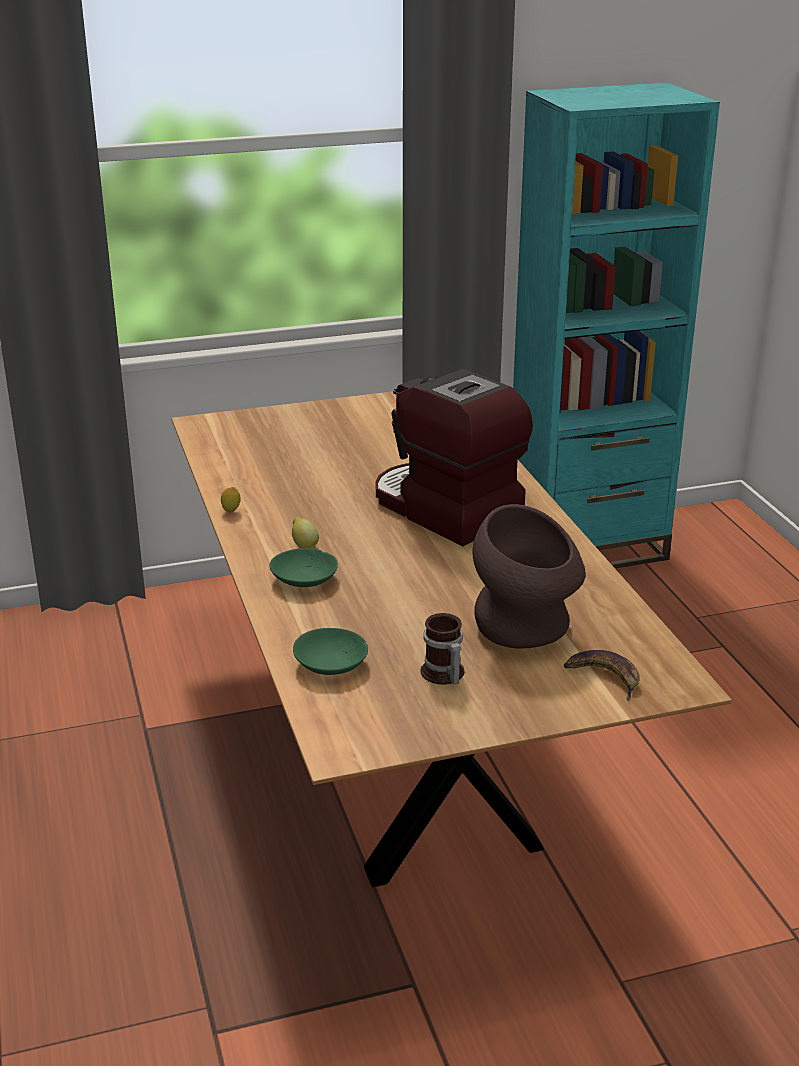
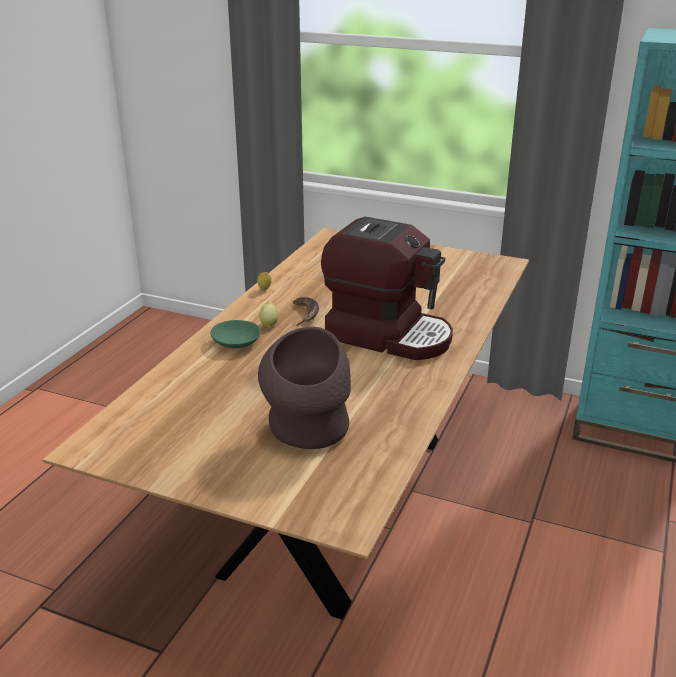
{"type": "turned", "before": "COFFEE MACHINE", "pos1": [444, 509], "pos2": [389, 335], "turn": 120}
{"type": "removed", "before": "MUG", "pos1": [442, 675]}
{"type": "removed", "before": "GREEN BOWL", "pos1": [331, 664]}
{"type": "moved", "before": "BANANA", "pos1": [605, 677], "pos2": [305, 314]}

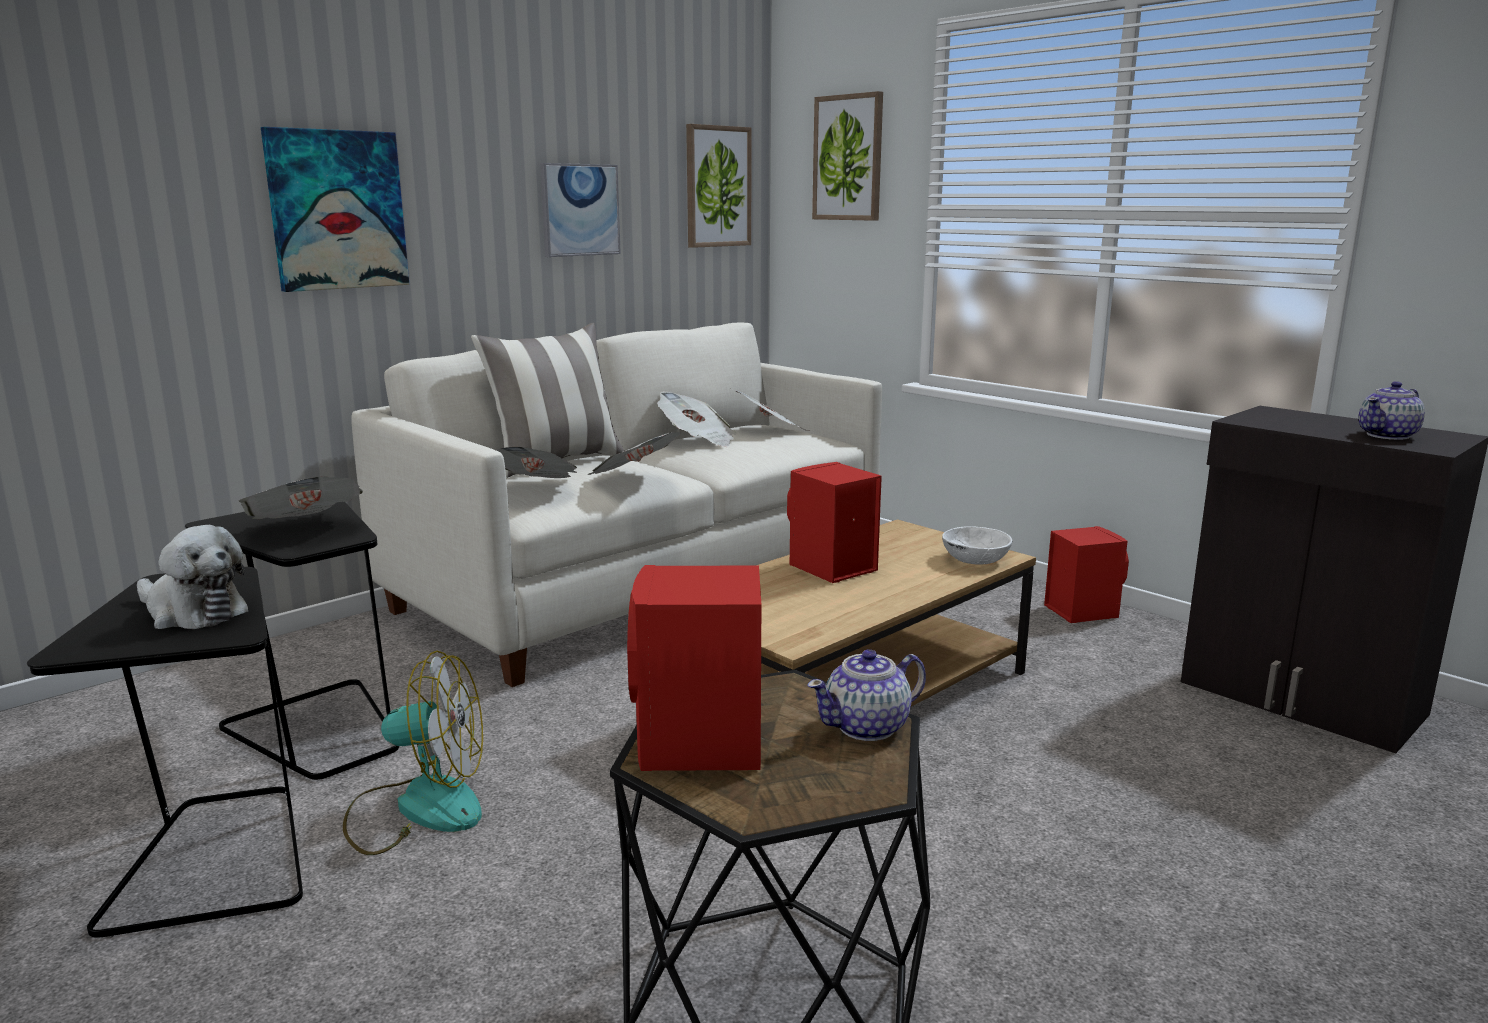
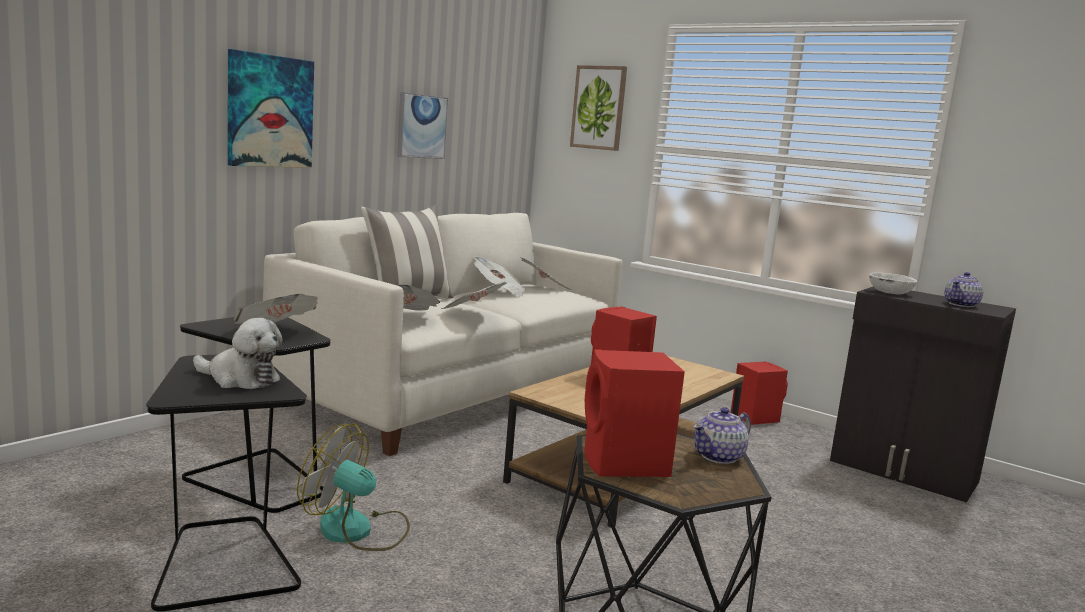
{"type": "removed", "before": "PICTURE", "pos1": [717, 187]}
{"type": "moved", "before": "WHITE BOWL", "pos1": [974, 560], "pos2": [889, 292]}
{"type": "turned", "before": "FAN", "pos1": [418, 808], "pos2": [357, 531], "turn": -150}

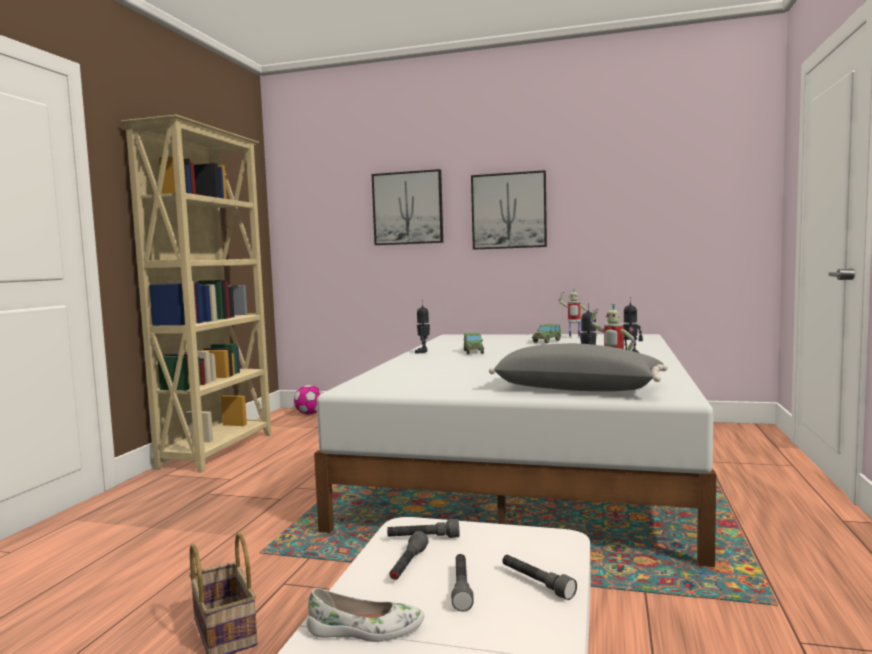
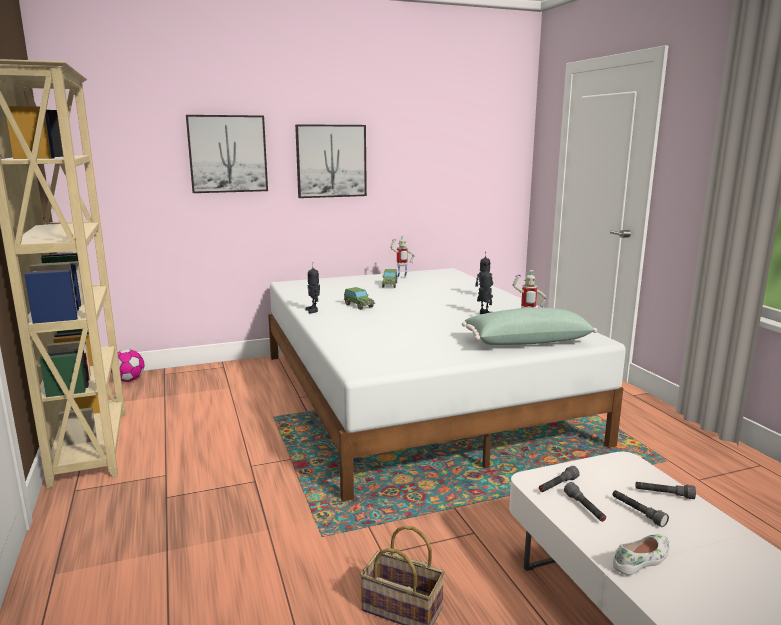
{"type": "recoloured", "before": "GREY PILLOW", "after": "GREEN PILLOW", "pos1": [578, 389], "pos2": [526, 341]}

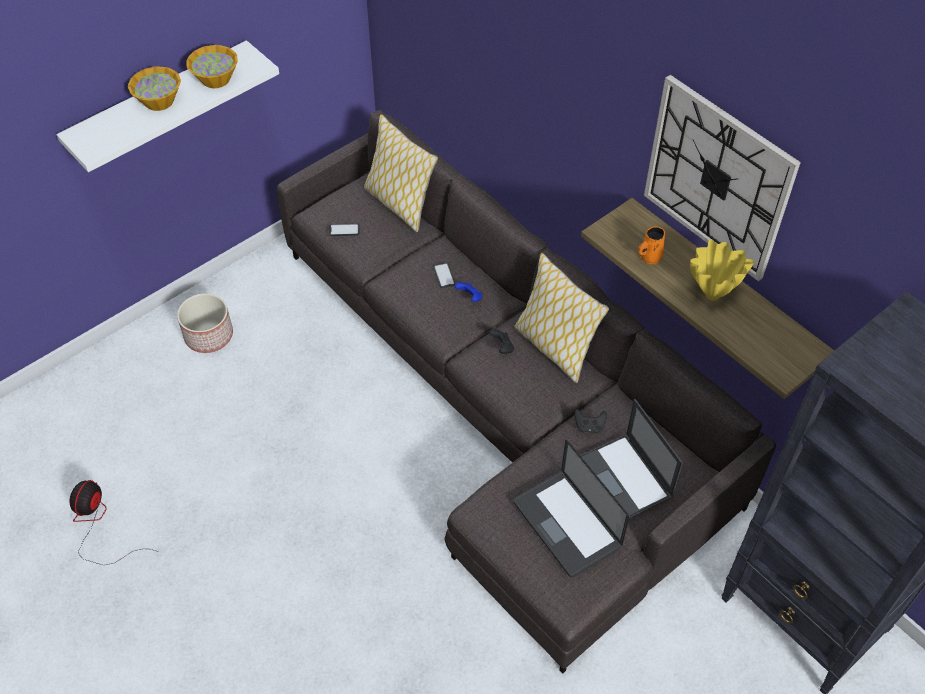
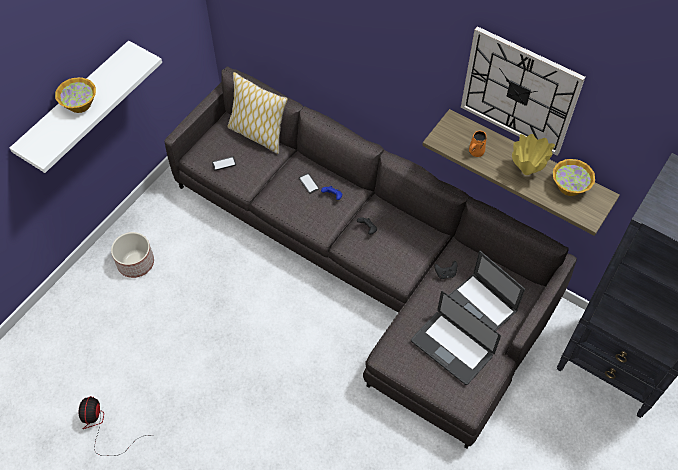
{"type": "moved", "before": "BOWL", "pos1": [215, 79], "pos2": [569, 186]}
{"type": "removed", "before": "PILLOW", "pos1": [554, 347]}

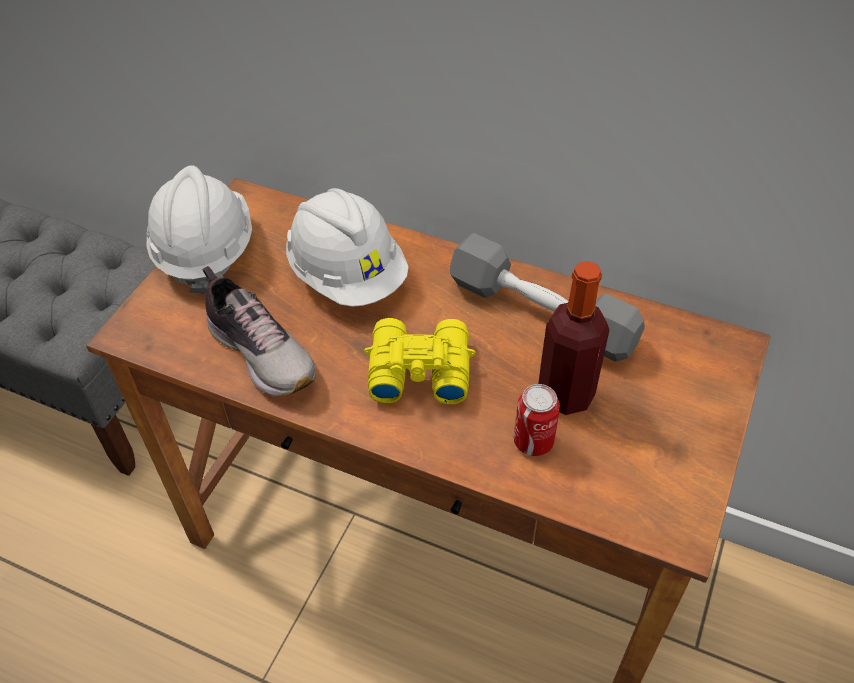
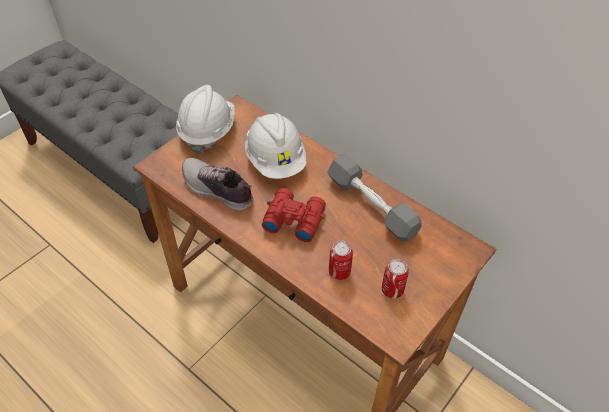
{"type": "removed", "before": "BOTTLE", "pos1": [565, 394]}
{"type": "turned", "before": "SHOE", "pos1": [262, 352], "pos2": [217, 191], "turn": 150}
{"type": "recoloured", "before": "YELLOW BINOCULARS", "after": "RED BINOCULARS", "pos1": [417, 369], "pos2": [293, 219]}
{"type": "added", "after": "CAN", "pos2": [392, 290]}

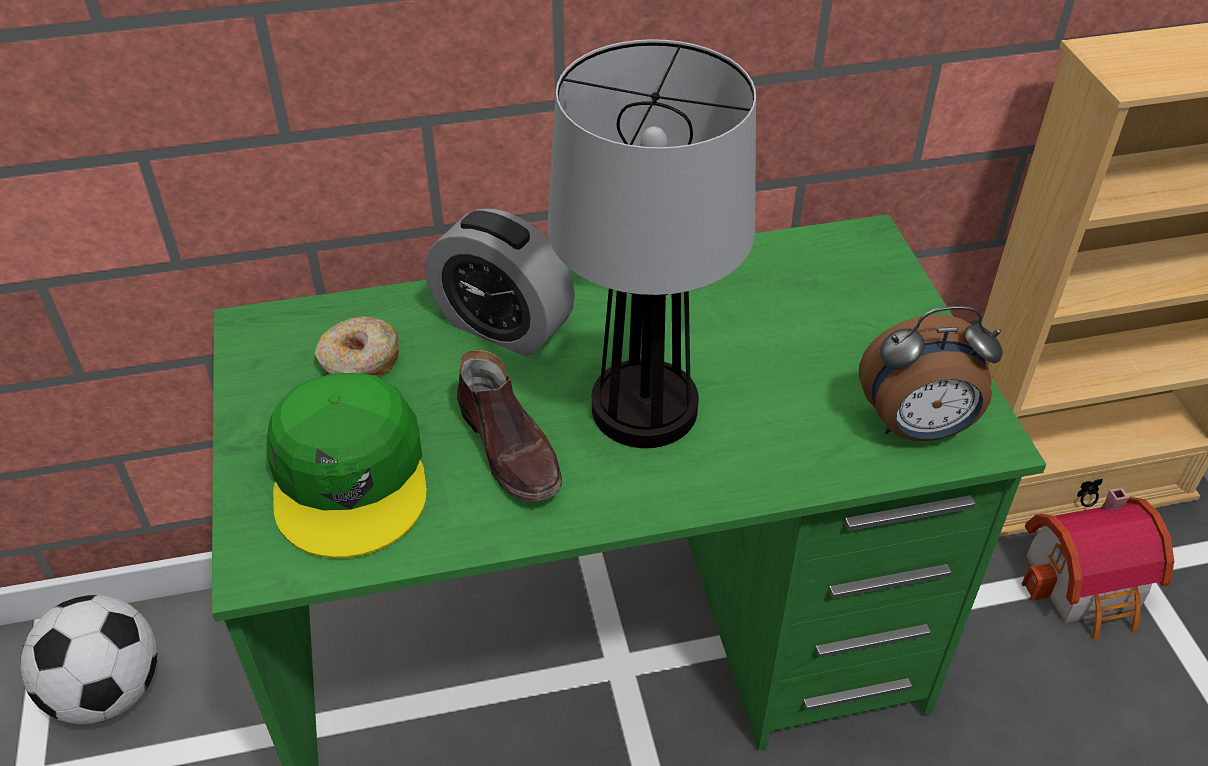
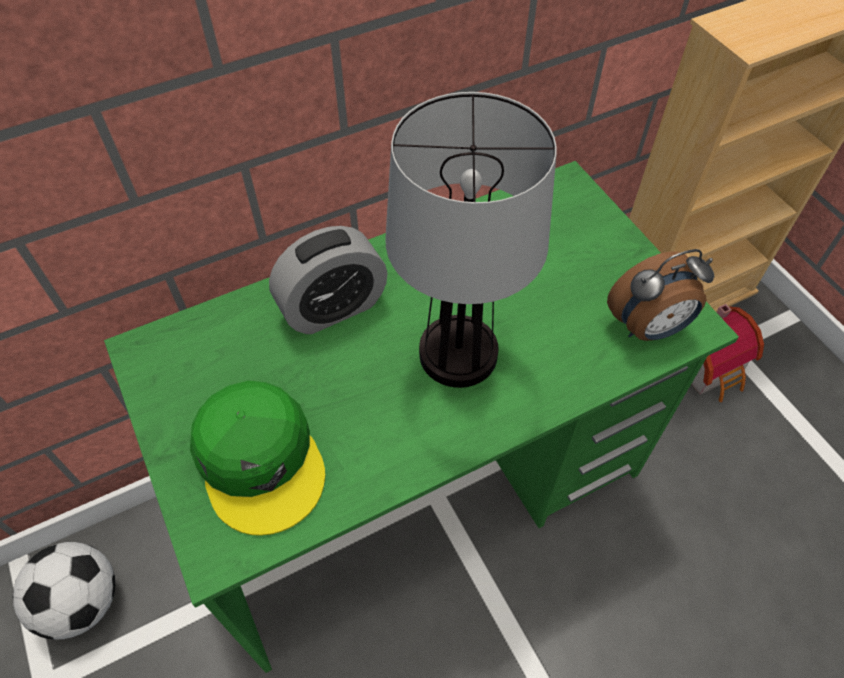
{"type": "turned", "before": "ALARM CLOCK", "pos1": [502, 326], "pos2": [333, 307], "turn": -45}
{"type": "removed", "before": "DONUT", "pos1": [359, 361]}
{"type": "removed", "before": "BROWN SHOE", "pos1": [510, 448]}

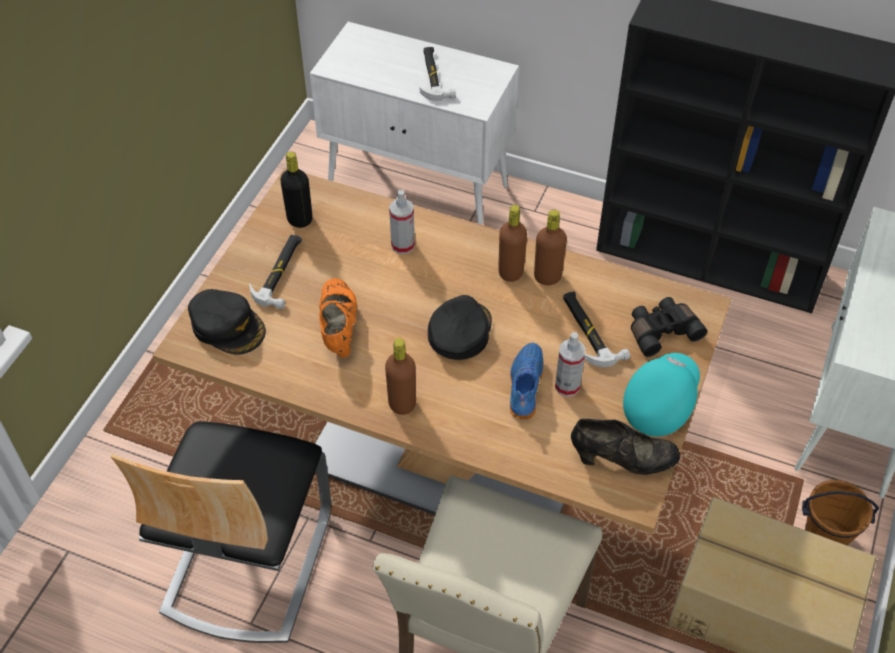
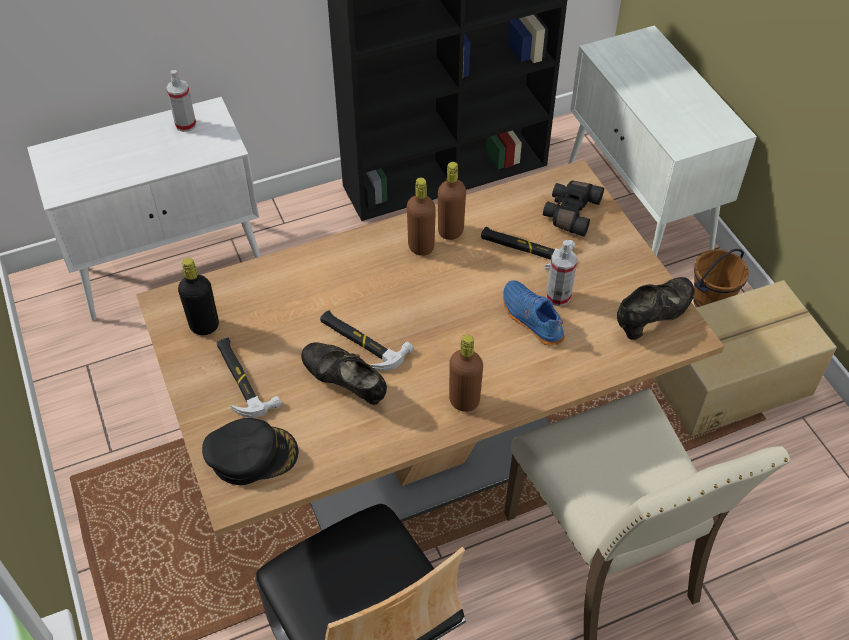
{"type": "moved", "before": "HAMMER", "pos1": [434, 76], "pos2": [362, 341]}
{"type": "moved", "before": "SPRAY BOTTLE", "pos1": [403, 245], "pos2": [185, 125]}
{"type": "recoloured", "before": "ORANGE SHOE", "after": "BLACK SHOE", "pos1": [338, 328], "pos2": [345, 384]}
{"type": "removed", "before": "BLACK CAP", "pos1": [459, 331]}
{"type": "removed", "before": "TURQUOISE CAP", "pos1": [659, 402]}

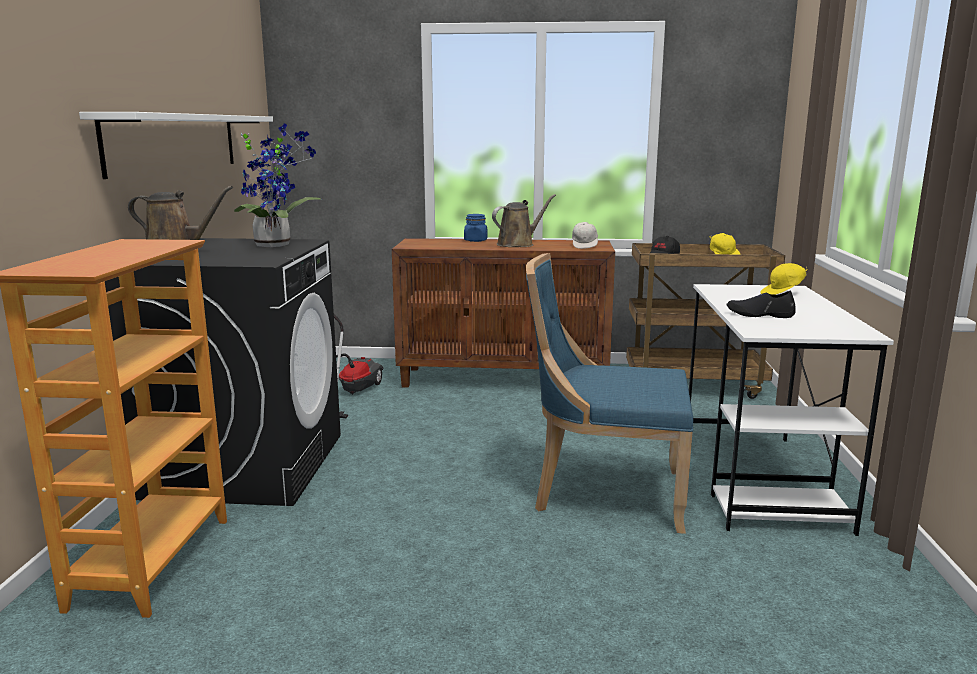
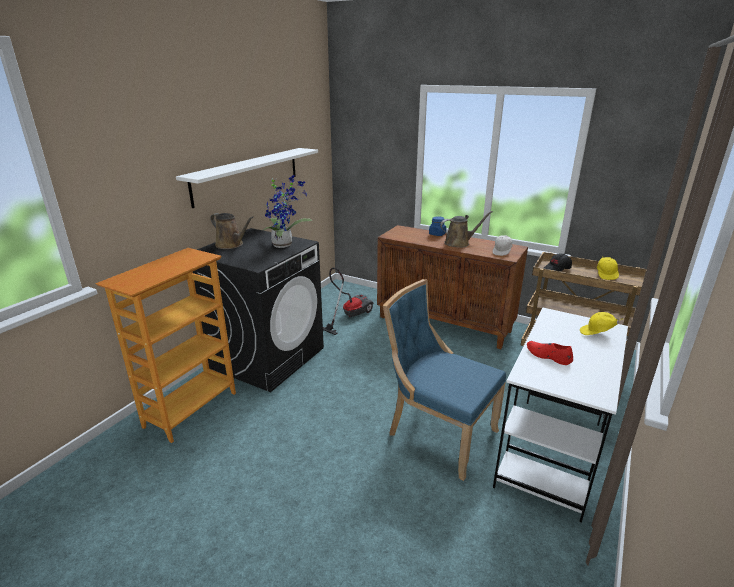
{"type": "recoloured", "before": "BLACK SHOE", "after": "RED SHOE", "pos1": [759, 314], "pos2": [548, 356]}

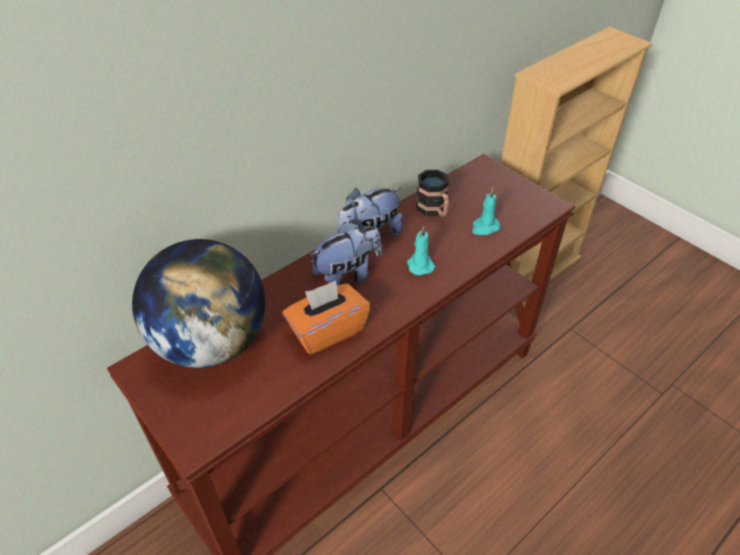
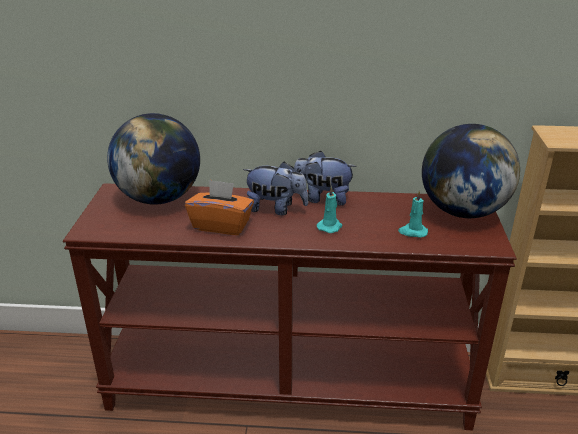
{"type": "removed", "before": "MUG", "pos1": [434, 210]}
{"type": "added", "after": "GLOBE", "pos2": [462, 211]}

